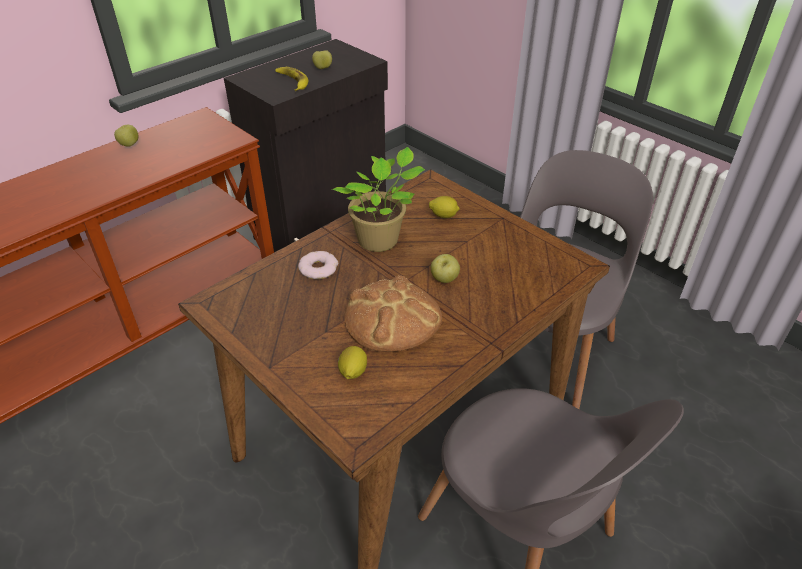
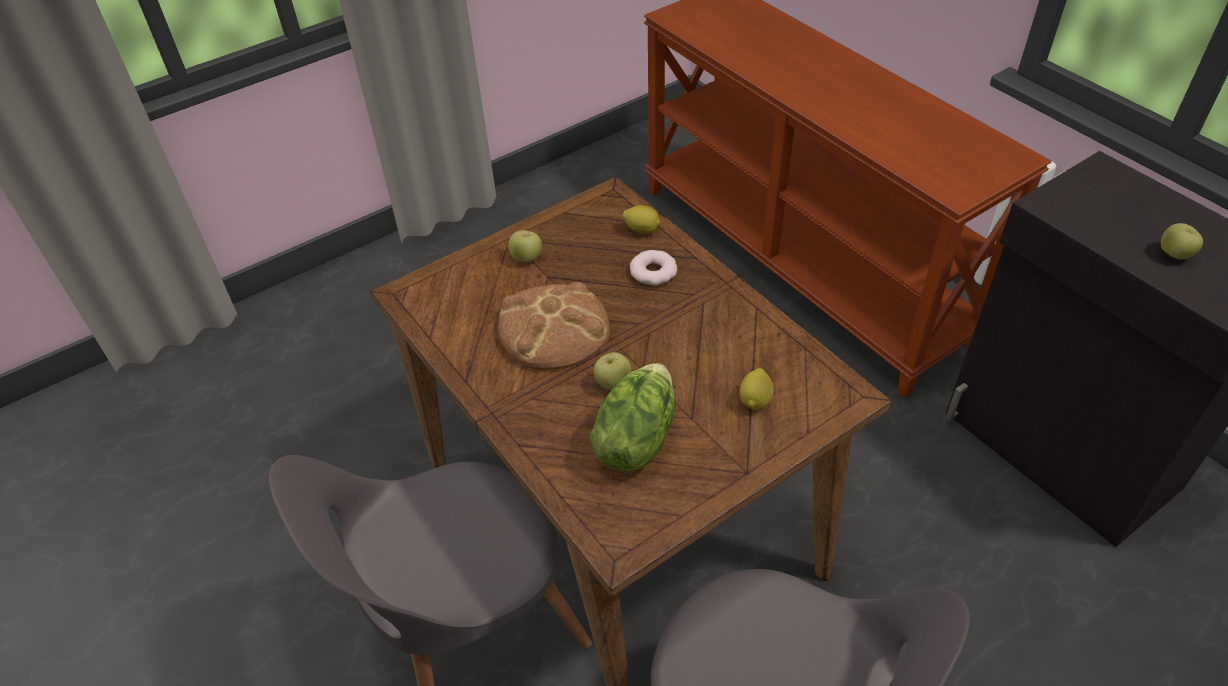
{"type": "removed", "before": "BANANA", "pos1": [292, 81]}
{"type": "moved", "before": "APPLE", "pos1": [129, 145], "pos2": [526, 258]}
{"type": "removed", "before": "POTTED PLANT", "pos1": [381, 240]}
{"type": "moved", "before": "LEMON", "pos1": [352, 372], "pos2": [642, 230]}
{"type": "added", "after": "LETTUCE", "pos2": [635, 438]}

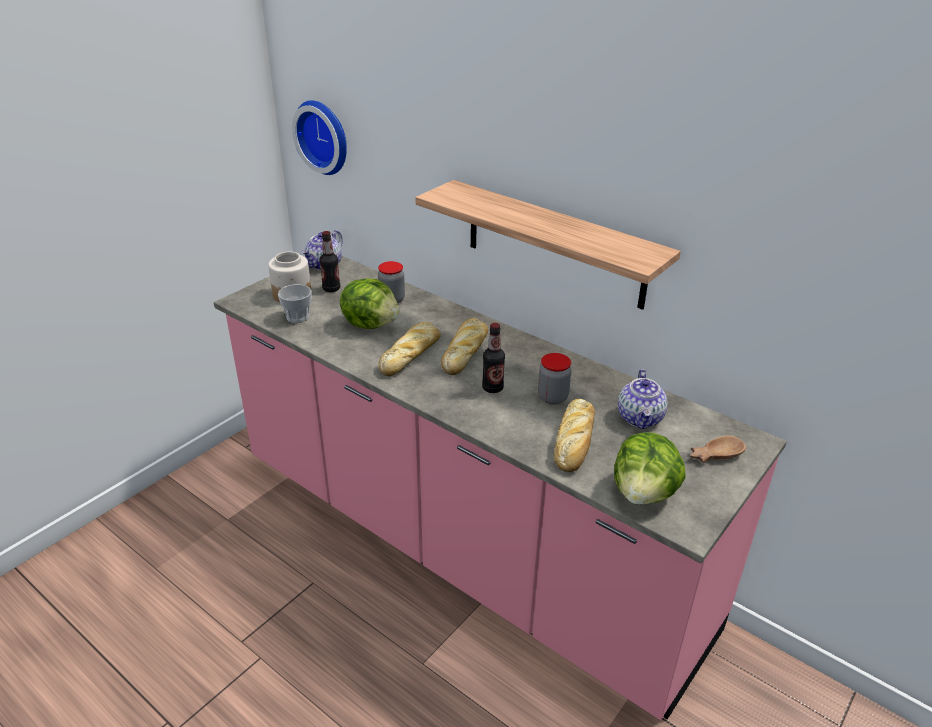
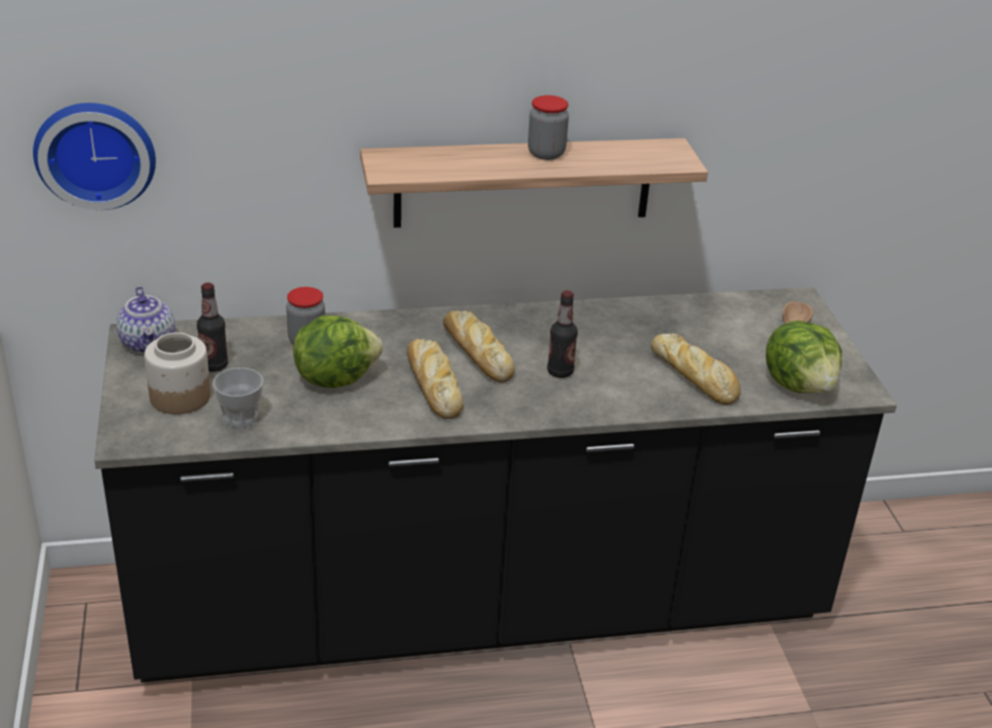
{"type": "recoloured", "before": "PINK COUNTER", "after": "BLACK COUNTER", "pos1": [463, 544], "pos2": [481, 607]}
{"type": "moved", "before": "JAR", "pos1": [552, 397], "pos2": [546, 153]}
{"type": "removed", "before": "TEAPOT", "pos1": [640, 418]}

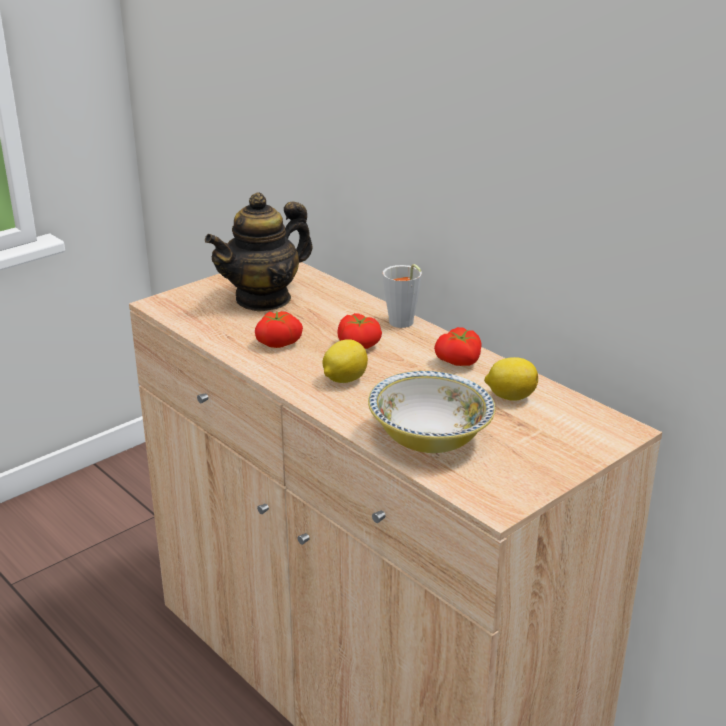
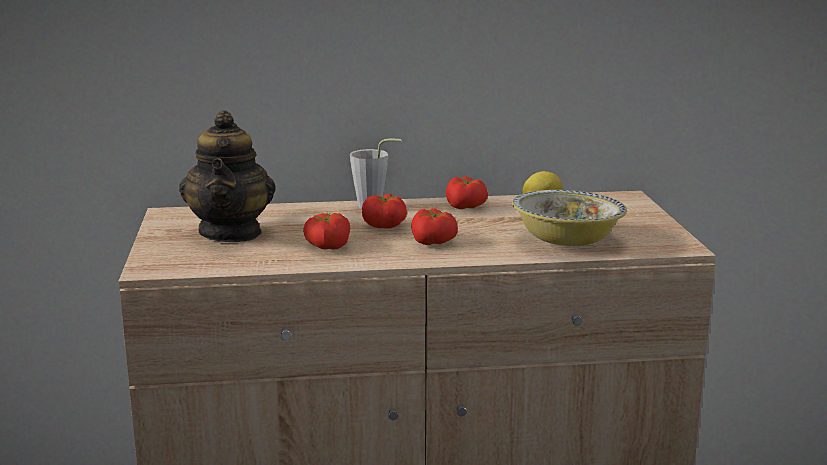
{"type": "replaced", "before": "LEMON", "after": "TOMATO", "pos1": [344, 379], "pos2": [434, 242]}

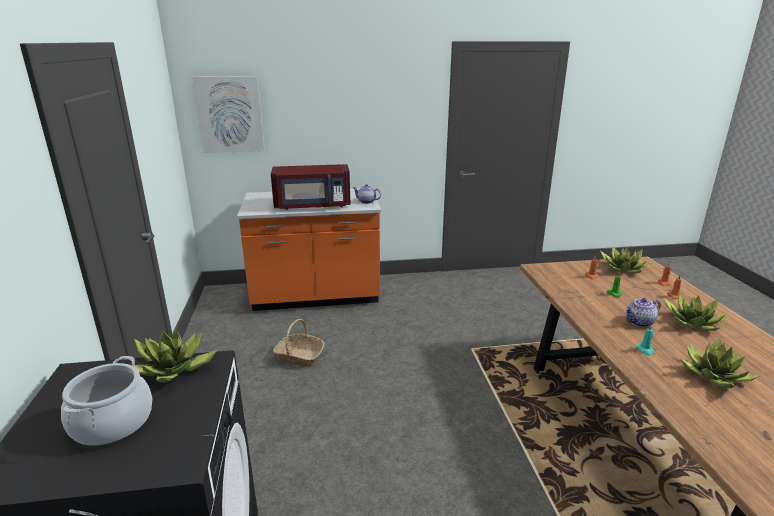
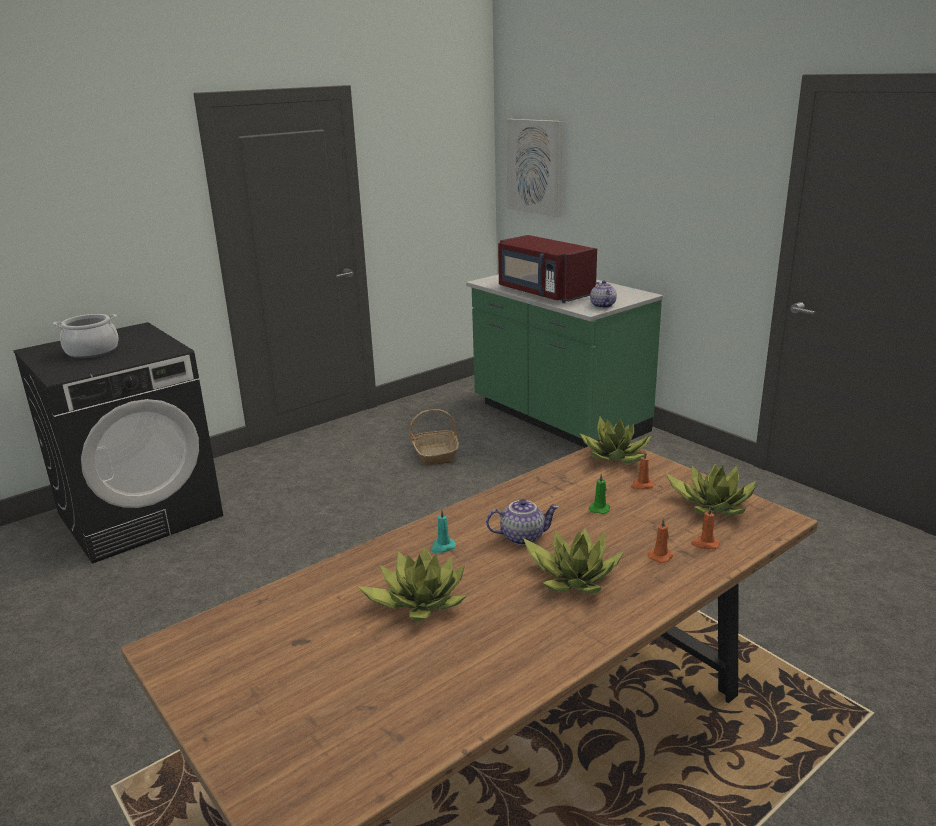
{"type": "recoloured", "before": "ORANGE COUNTER", "after": "GREEN COUNTER", "pos1": [316, 296], "pos2": [558, 419]}
{"type": "turned", "before": "TEAPOT", "pos1": [640, 323], "pos2": [522, 536], "turn": 135}
{"type": "moved", "before": "POTTED PLANT", "pos1": [174, 369], "pos2": [616, 456]}

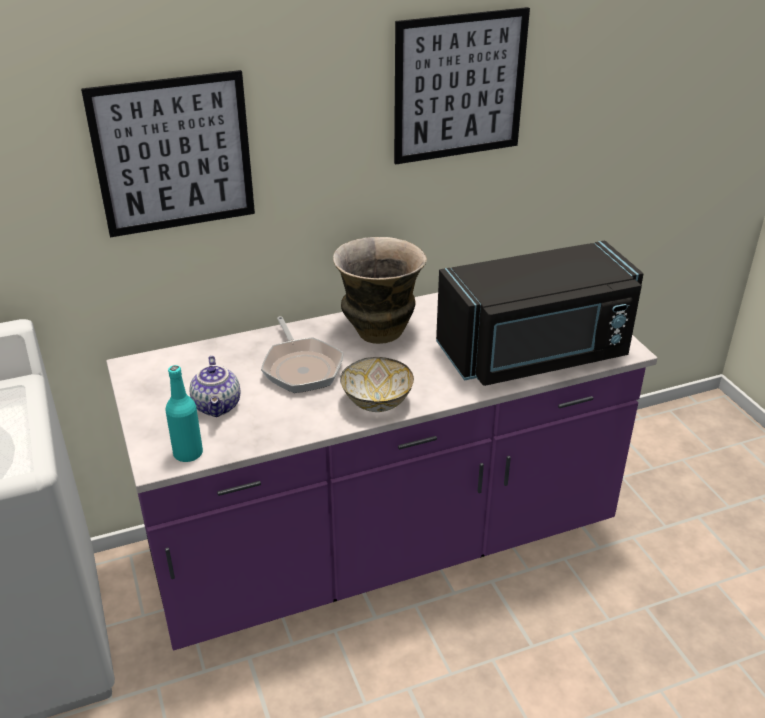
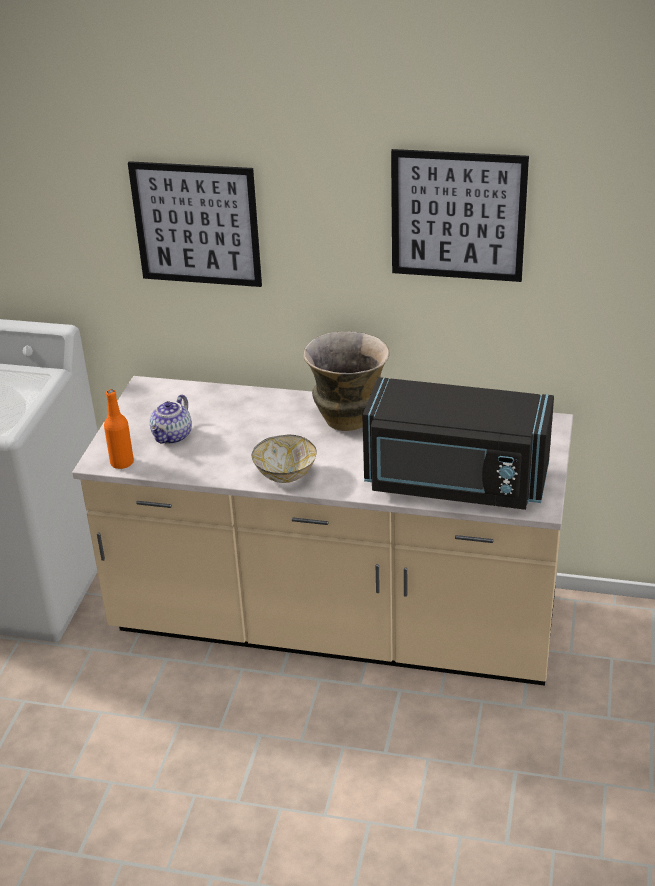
{"type": "recoloured", "before": "PURPLE COUNTER", "after": "BEIGE COUNTER", "pos1": [382, 545], "pos2": [335, 622]}
{"type": "removed", "before": "FRYING PAN", "pos1": [301, 367]}
{"type": "recoloured", "before": "TURQUOISE BOTTLE", "after": "ORANGE BOTTLE", "pos1": [188, 454], "pos2": [122, 463]}

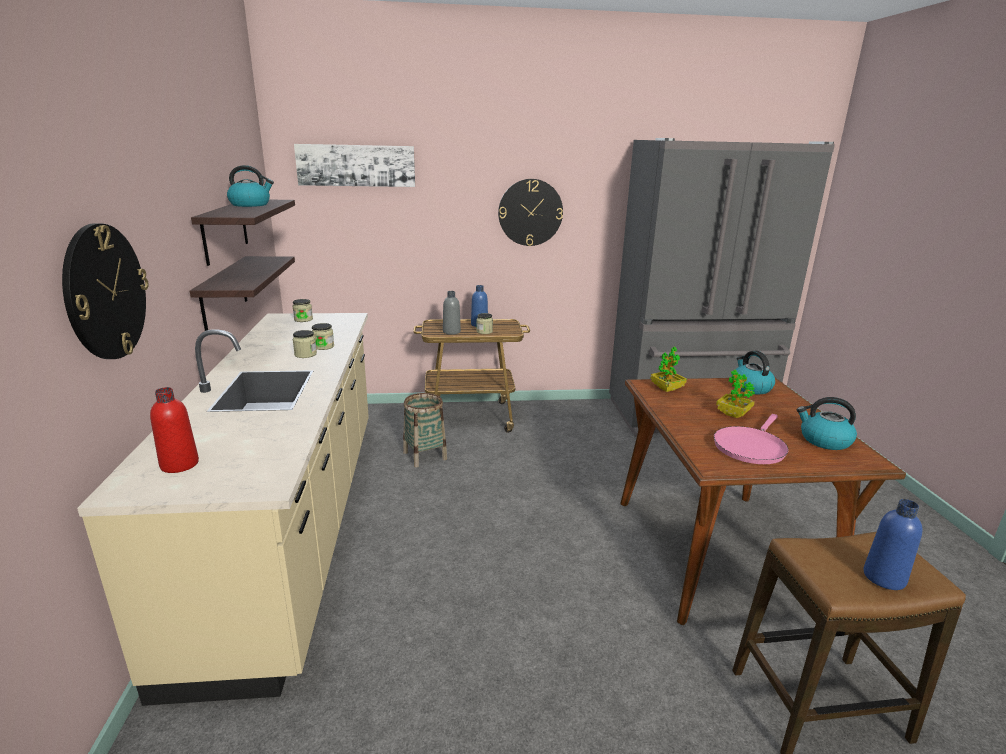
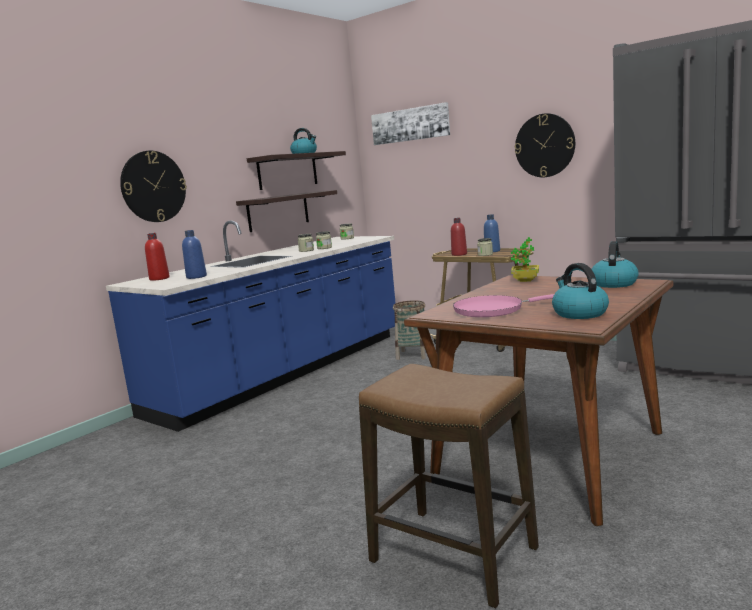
{"type": "recoloured", "before": "GREY BOTTLE", "after": "RED BOTTLE", "pos1": [451, 332], "pos2": [459, 254]}
{"type": "recoloured", "before": "BEIGE COUNTER", "after": "BLUE COUNTER", "pos1": [294, 525], "pos2": [285, 372]}
{"type": "removed", "before": "POTTED PLANT", "pos1": [733, 414]}
{"type": "moved", "before": "BLUE BOTTLE", "pos1": [884, 577], "pos2": [196, 277]}

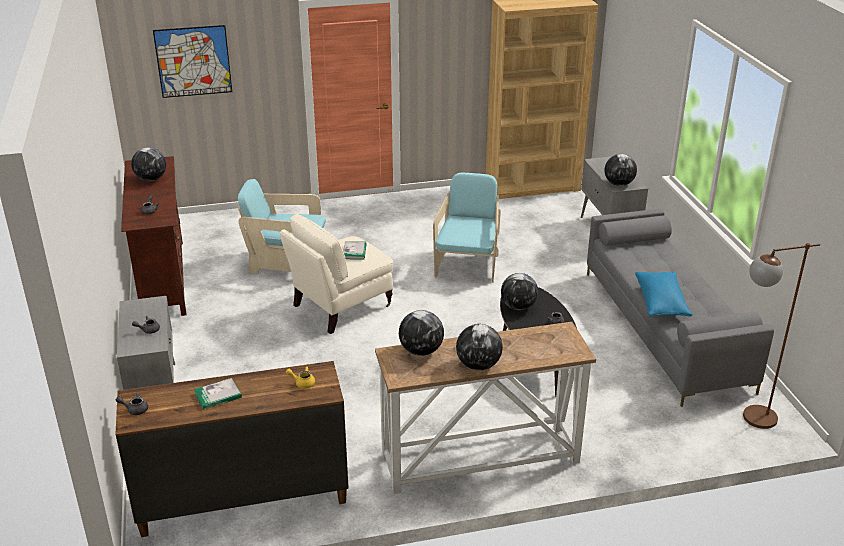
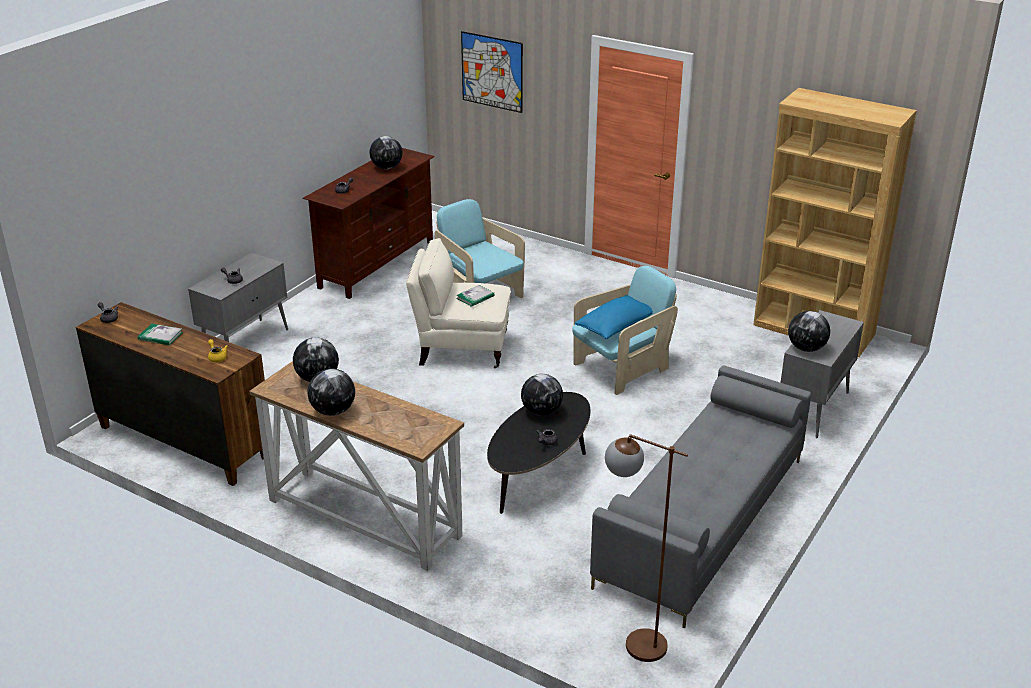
{"type": "moved", "before": "BLUE PILLOW", "pos1": [661, 303], "pos2": [616, 327]}

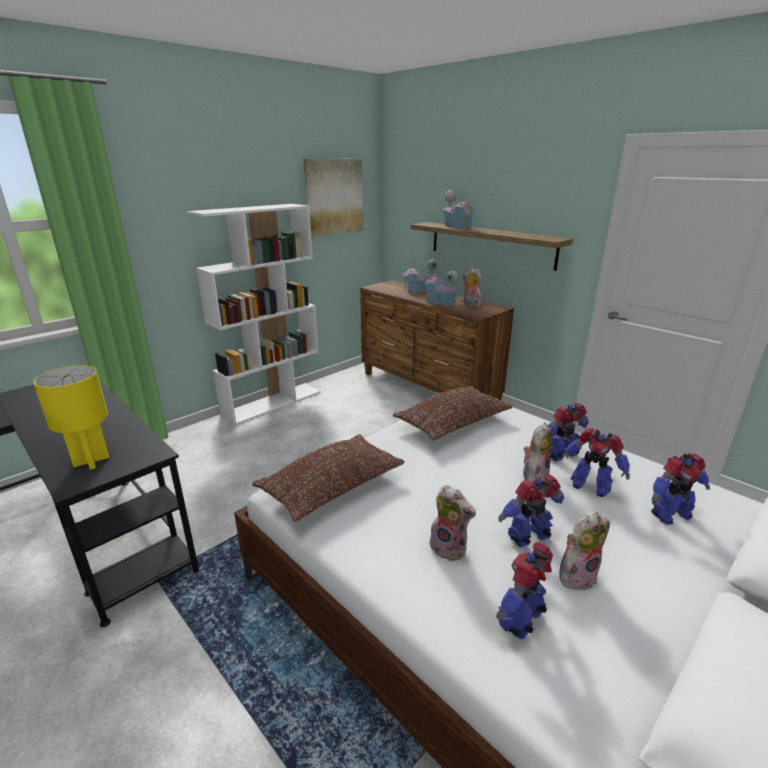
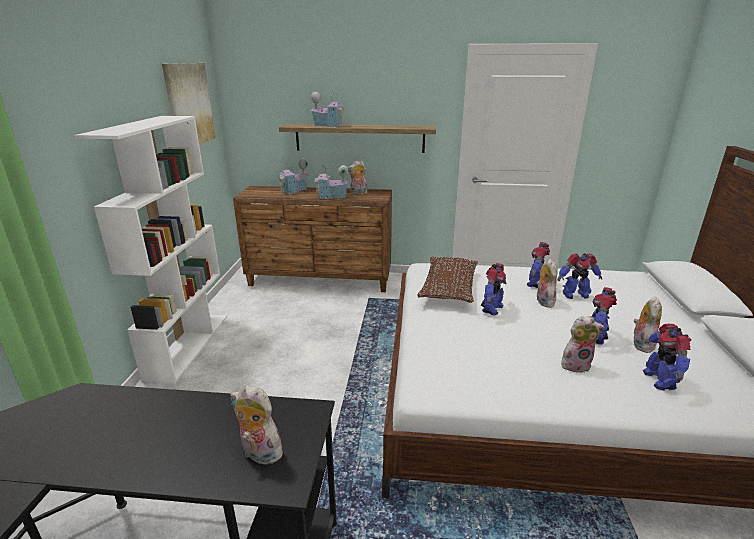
{"type": "replaced", "before": "YELLOW TABLE LAMP", "after": "PLUSH TOY", "pos1": [92, 461], "pos2": [259, 454]}
{"type": "removed", "before": "BROWN PILLOW", "pos1": [332, 487]}
{"type": "moved", "before": "TOY ROBOT", "pos1": [669, 514], "pos2": [491, 309]}

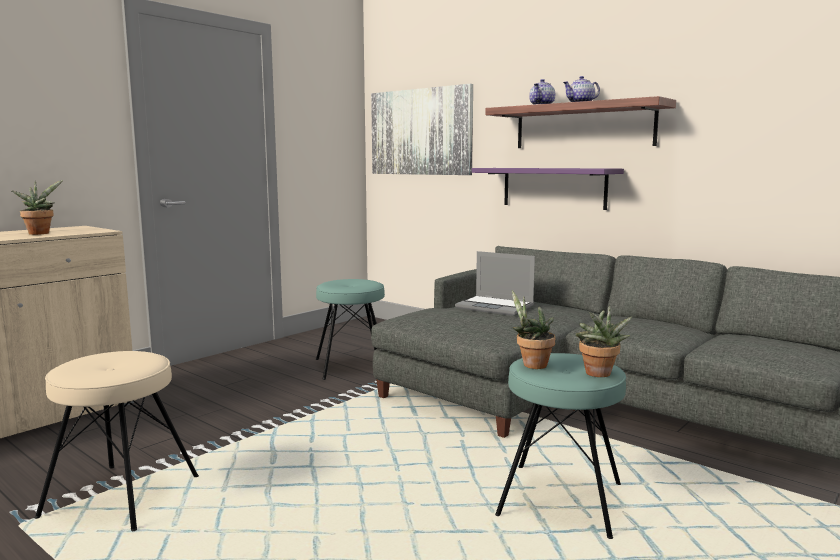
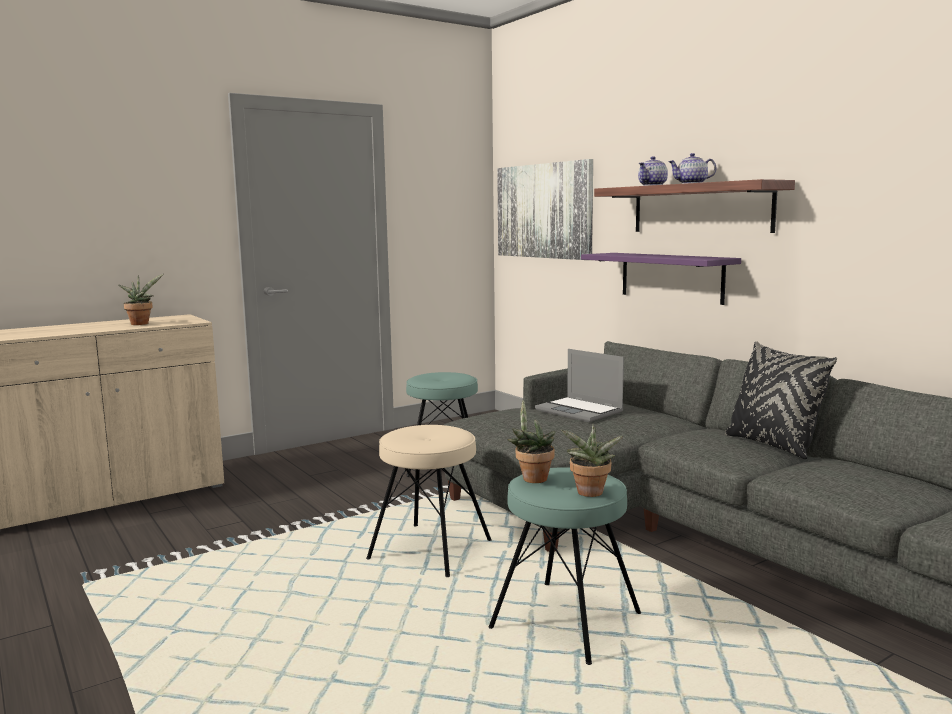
{"type": "moved", "before": "BEIGE STOOL", "pos1": [122, 496], "pos2": [430, 550]}
{"type": "added", "after": "BLACK PILLOW", "pos2": [772, 445]}

